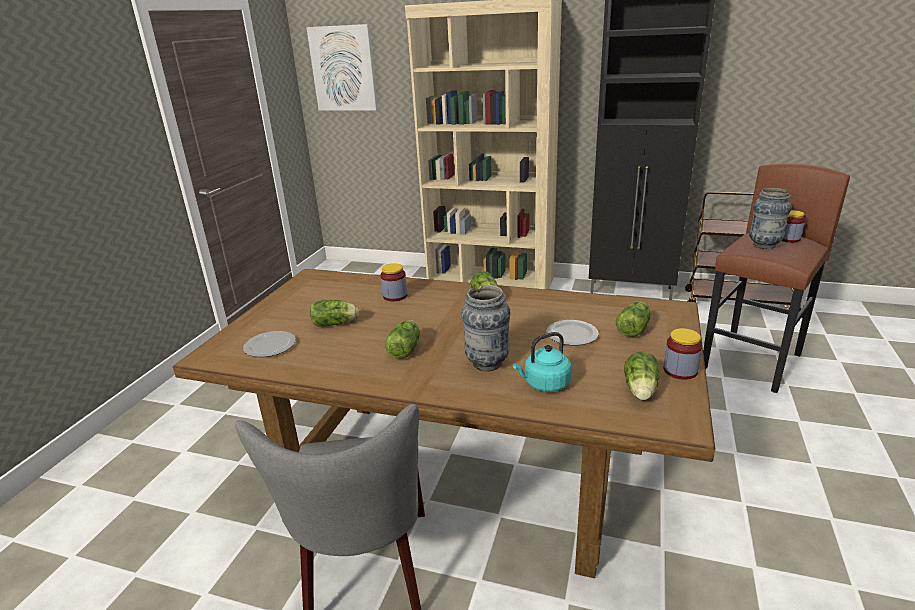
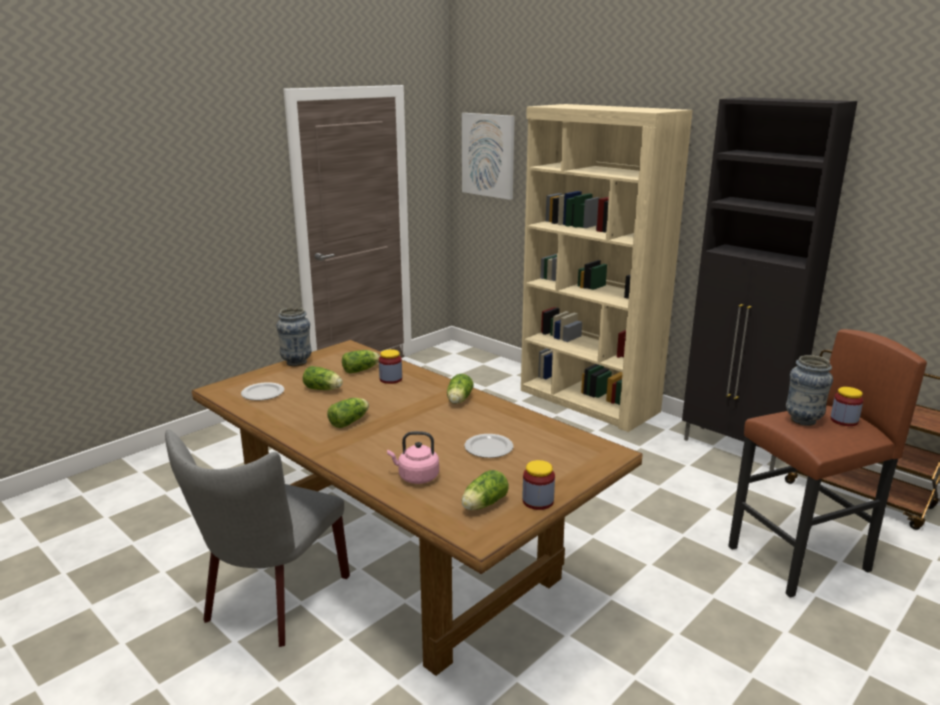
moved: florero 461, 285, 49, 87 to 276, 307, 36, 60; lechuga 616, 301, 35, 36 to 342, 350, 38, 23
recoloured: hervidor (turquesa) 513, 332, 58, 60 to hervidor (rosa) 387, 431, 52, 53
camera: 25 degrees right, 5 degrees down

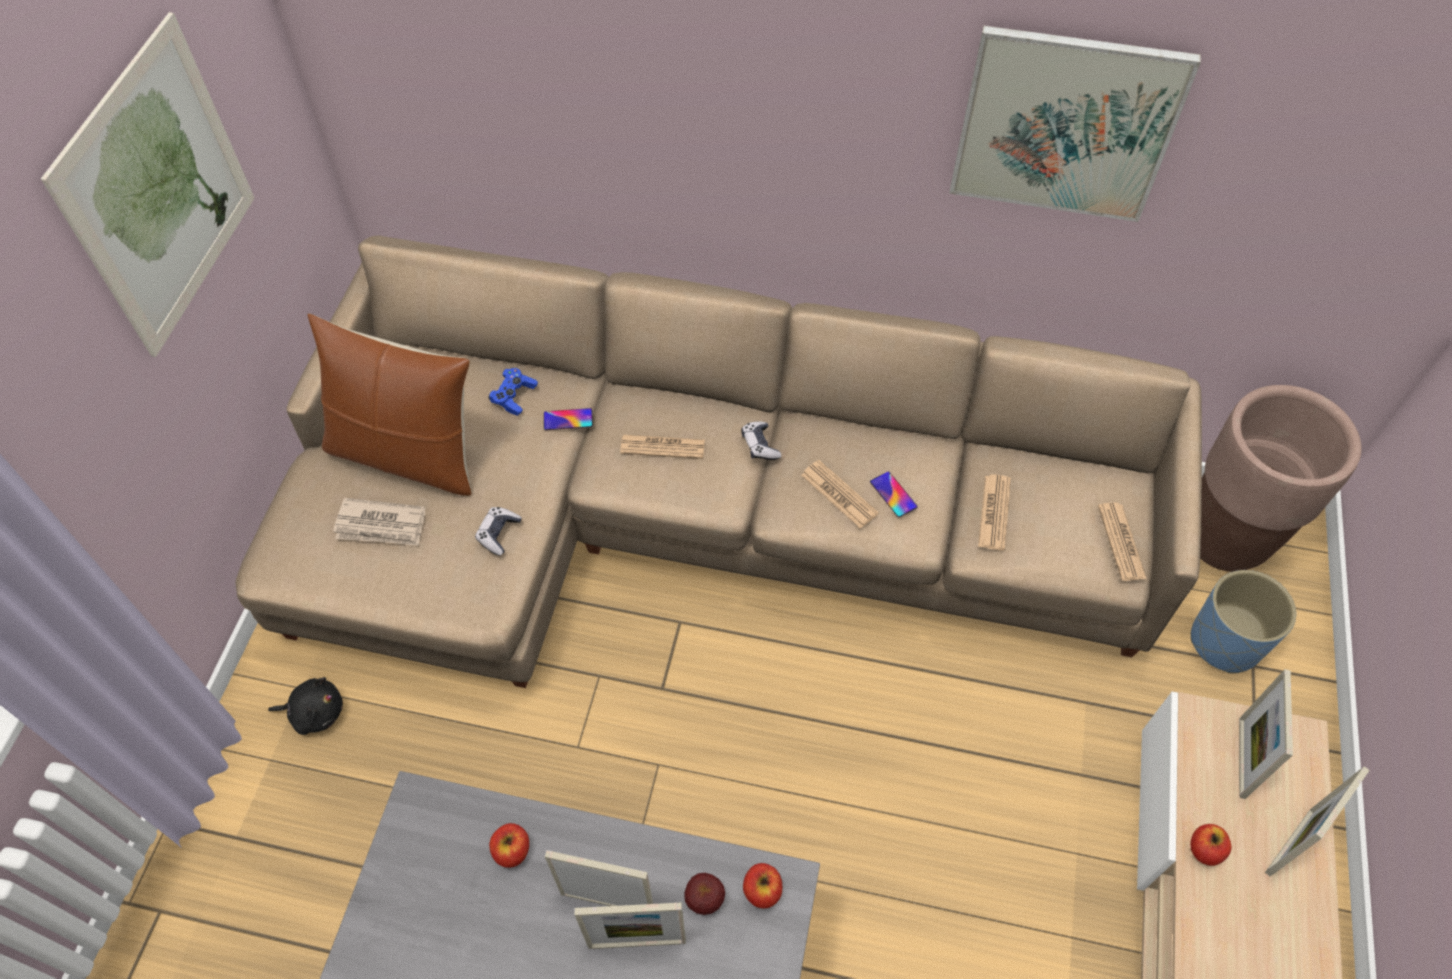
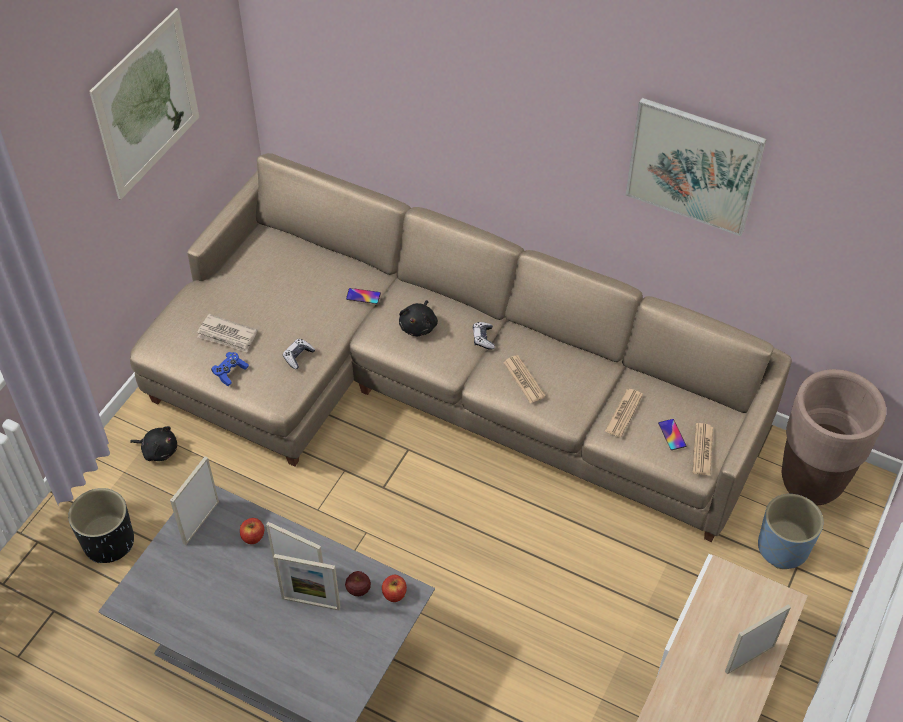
removed: cojín (marrón) 307, 313, 164, 183; manzana 1190, 824, 42, 42
added: maceta (negro) 68, 488, 66, 75
moved: mando de consola (azul) 488, 368, 50, 48 to 211, 352, 38, 34; móvil 870, 472, 48, 45 to 658, 419, 28, 31; portarretratos 1239, 669, 54, 130 to 170, 456, 49, 89
replaced: periódico 620, 435, 85, 24 to peluche (negro) 399, 300, 39, 36
camera: 15 degrees right, 5 degrees down

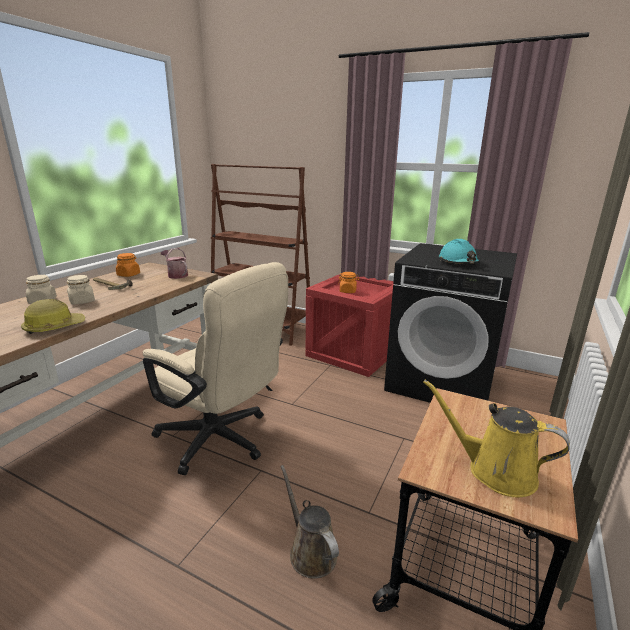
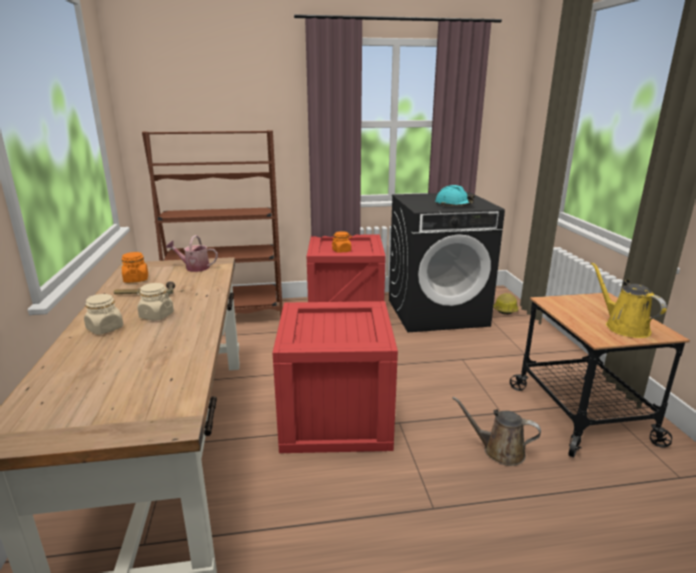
moved: casco 21, 299, 64, 35 to 493, 293, 26, 22
replaced: silla de oficina (beis) 143, 262, 145, 213 to caja de embalaje 273, 301, 125, 152
turned: regadera (amarillo) 423, 380, 147, 117 = 591, 262, 76, 76 75 degrees clockwise
camera: 35 degrees left, 0 degrees up

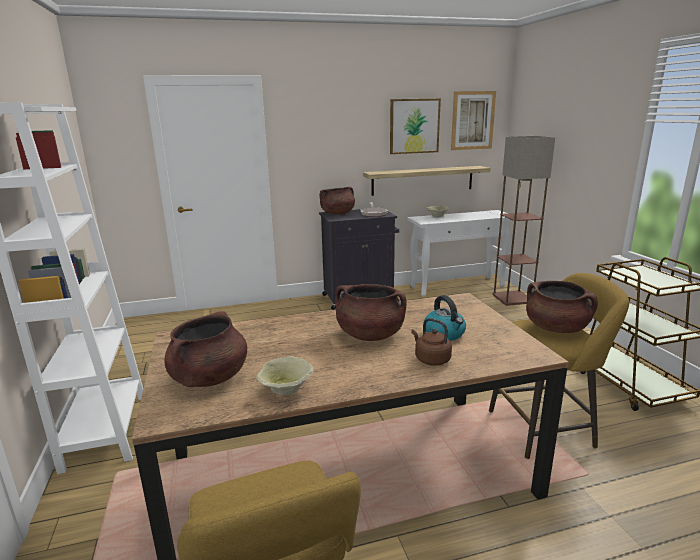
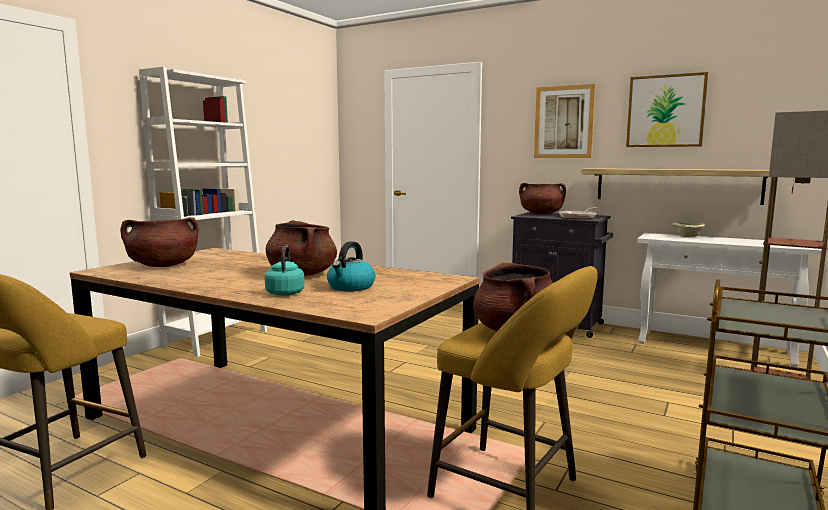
removed: cuenco (beis) 256, 356, 58, 39
moved: cuadro 451, 91, 45, 59 to 534, 84, 62, 74
recoloured: hervidor (marrón) 411, 318, 41, 48 to hervidor (turquesa) 265, 245, 40, 51
camera: 45 degrees right, 10 degrees down

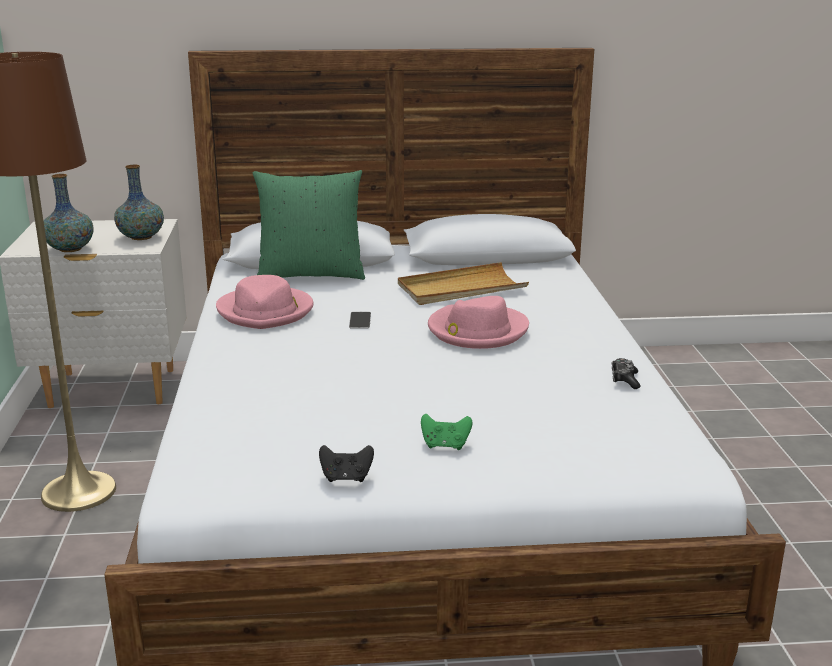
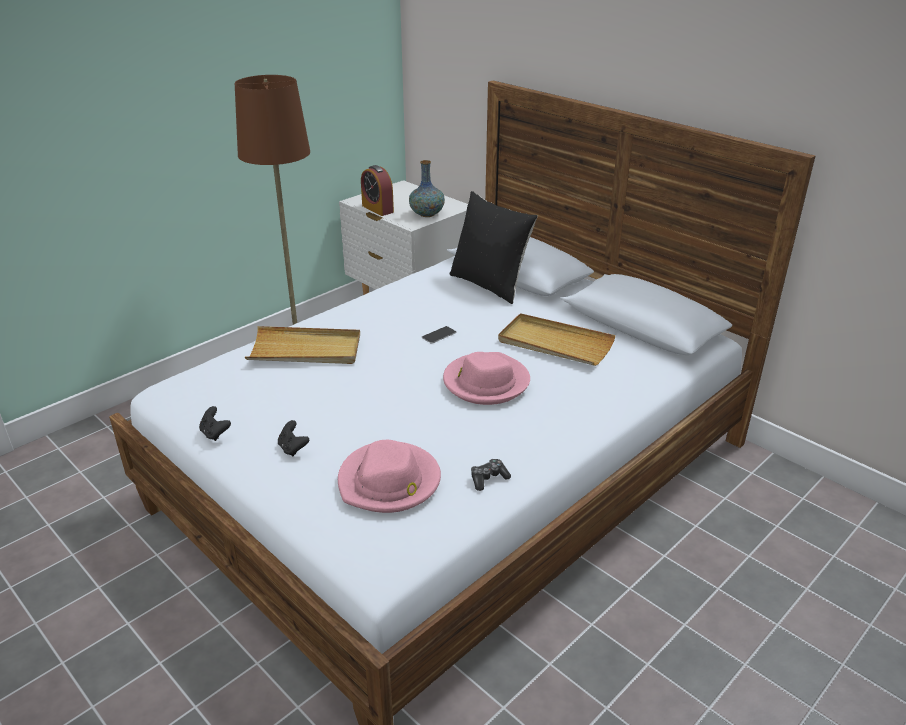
added: bandeja (beis) 245, 326, 115, 38
moved: sombrero (rosa) 216, 275, 97, 54 to 338, 440, 103, 73
replaced: florero 44, 174, 50, 78 to despertador 361, 165, 33, 51
recoloured: cojín (verde) 253, 170, 112, 110 to cojín (negro) 449, 191, 89, 113; mando de consola (verde) 421, 414, 51, 36 to mando de consola (negro) 278, 420, 31, 37
camera: 50 degrees right, 10 degrees up

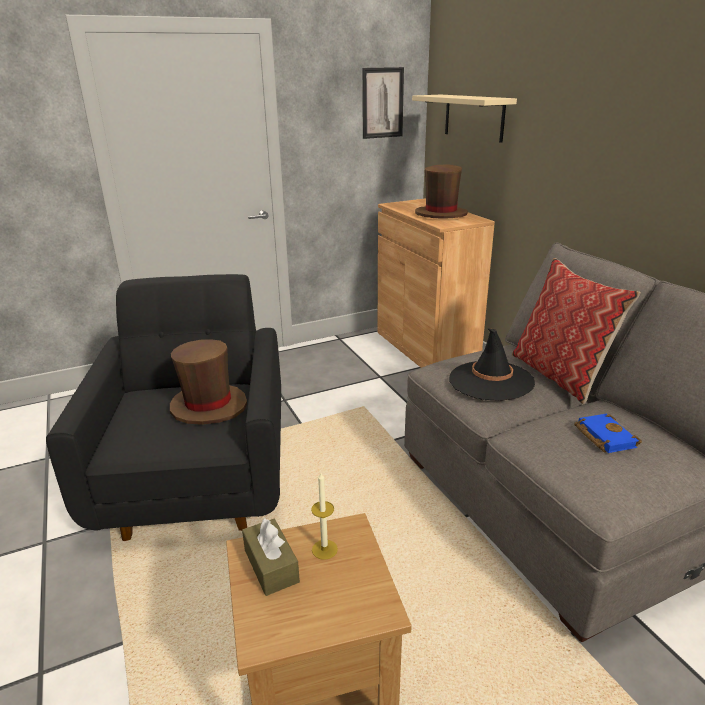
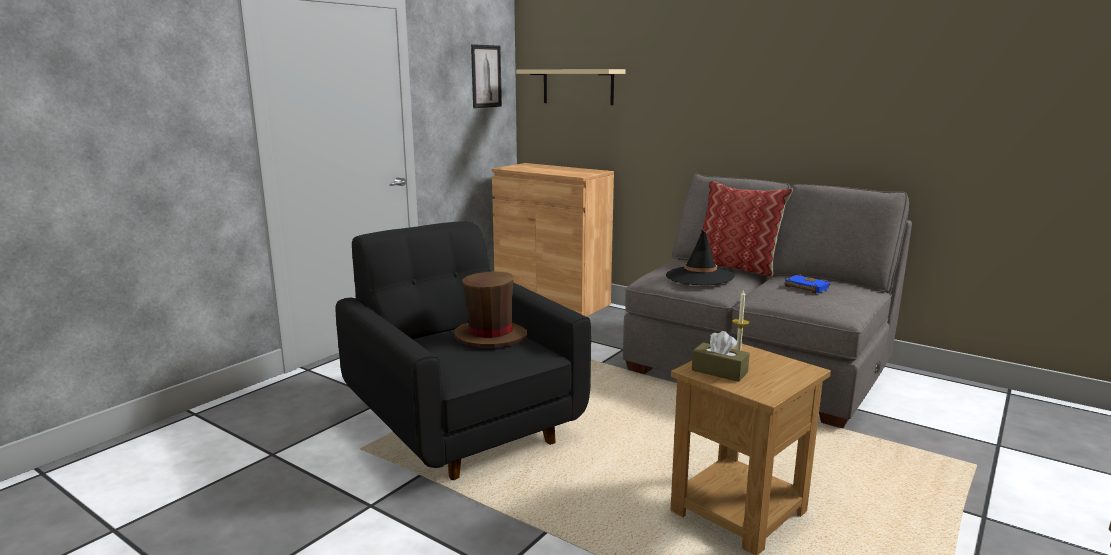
removed: sombrero (marrón) 415, 164, 53, 55
camera: 30 degrees left, 10 degrees down

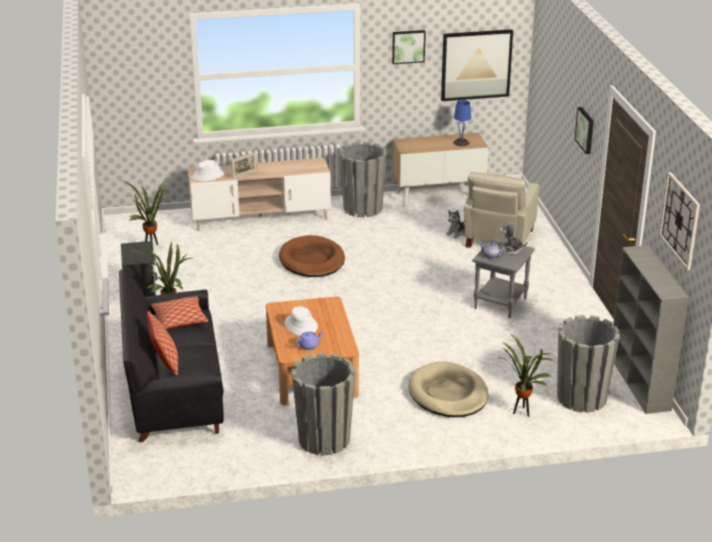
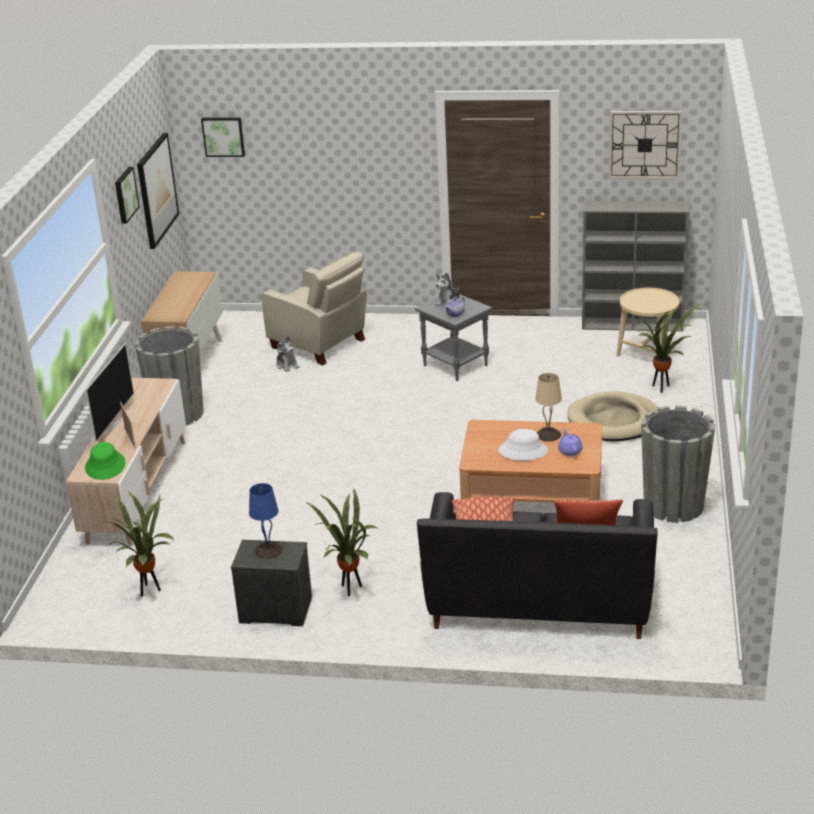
removed: cama para perro (marrón) 279, 235, 66, 42
added: televisor 86, 343, 48, 99; lámpara de mesa (beis) 535, 373, 27, 69
moved: lámpara de mesa (azul) 453, 100, 18, 46 to 249, 483, 33, 76; cuadro 574, 107, 20, 47 to 201, 117, 44, 40
replaced: maceta (gris) 557, 315, 63, 98 to mesa auxiliar (beis) 616, 288, 64, 69
recoloured: sombrero (blanco) 192, 160, 33, 21 to sombrero (verde) 85, 442, 40, 38
camera: 70 degrees left, 0 degrees up

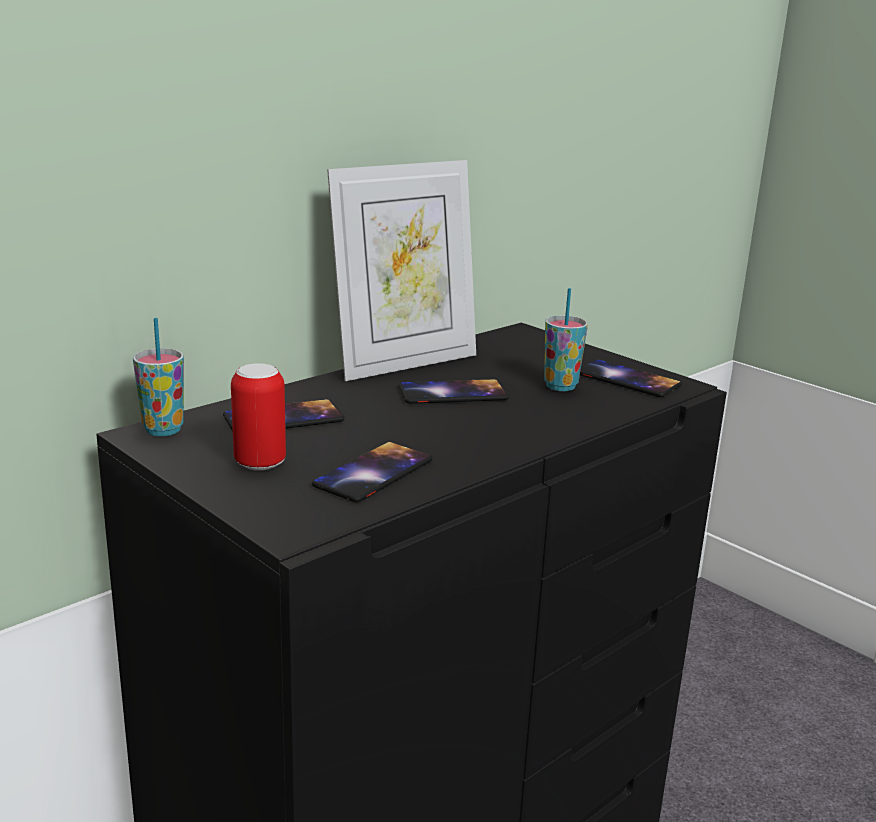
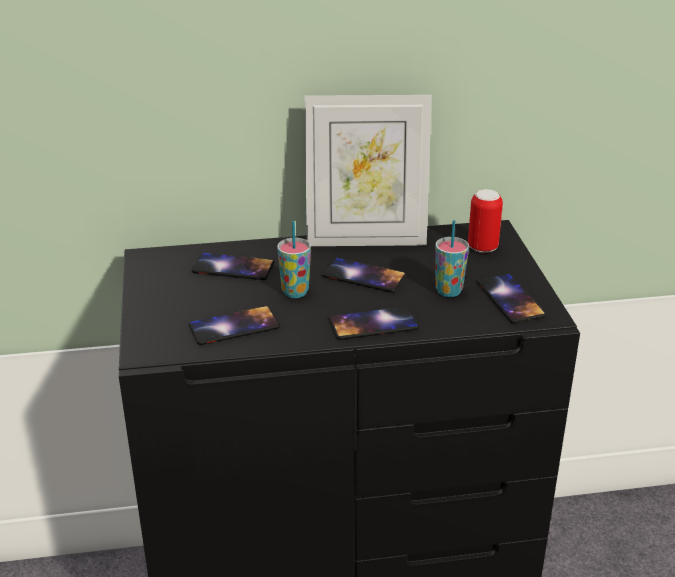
added: móvil 329, 306, 90, 34
moved: taza 133, 318, 51, 118 to 277, 221, 34, 77; lata 231, 363, 55, 108 to 468, 189, 35, 64
camera: 35 degrees right, 10 degrees up

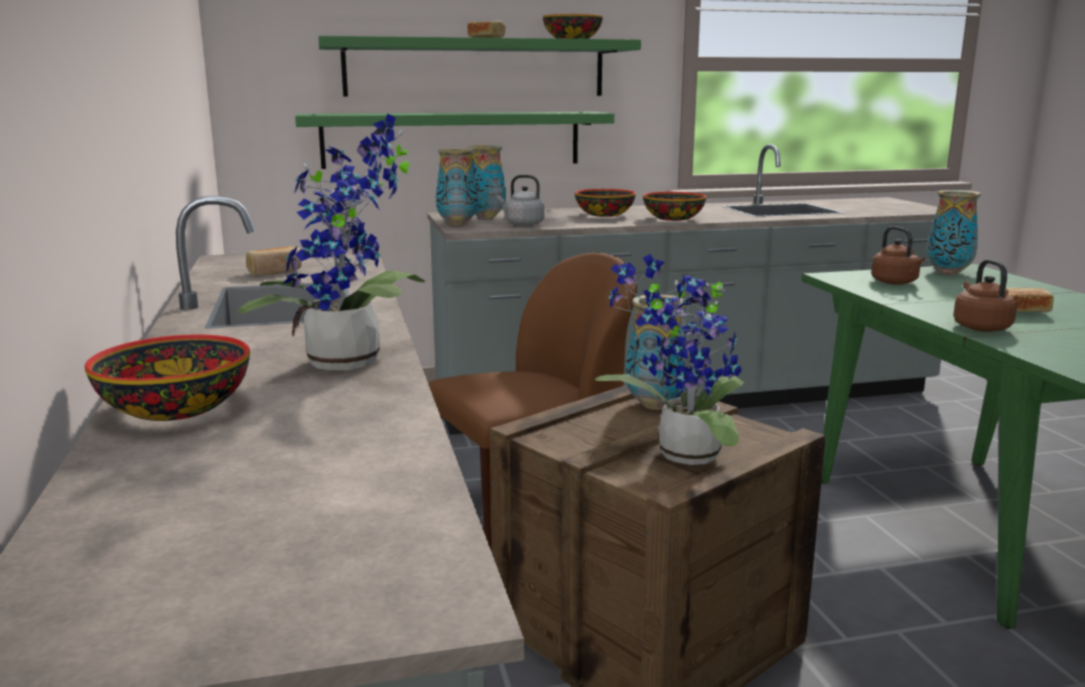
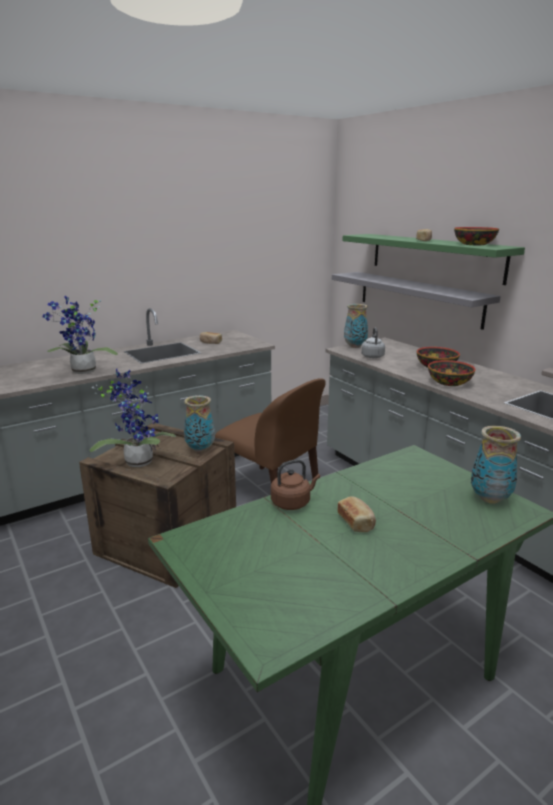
removed: cuenco 85, 334, 165, 87; florero 468, 145, 38, 73; hervidor (marrón) 871, 226, 54, 59
recoloured: estante (verde) 295, 112, 319, 57 to estante (gris) 332, 272, 169, 58
camera: 70 degrees right, 5 degrees up

